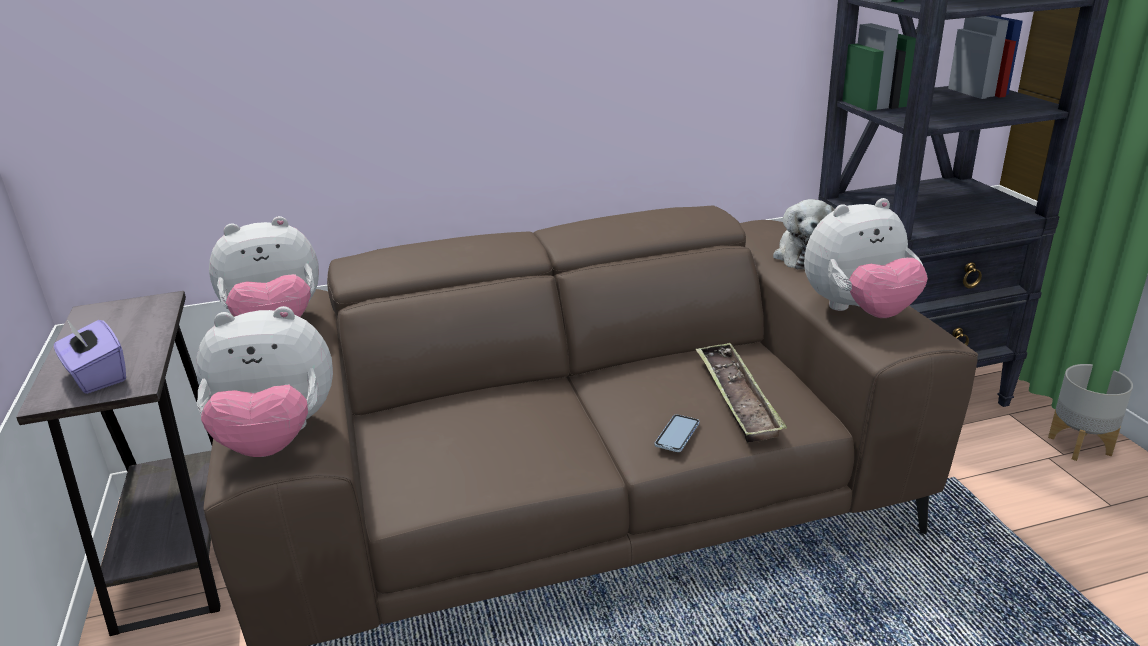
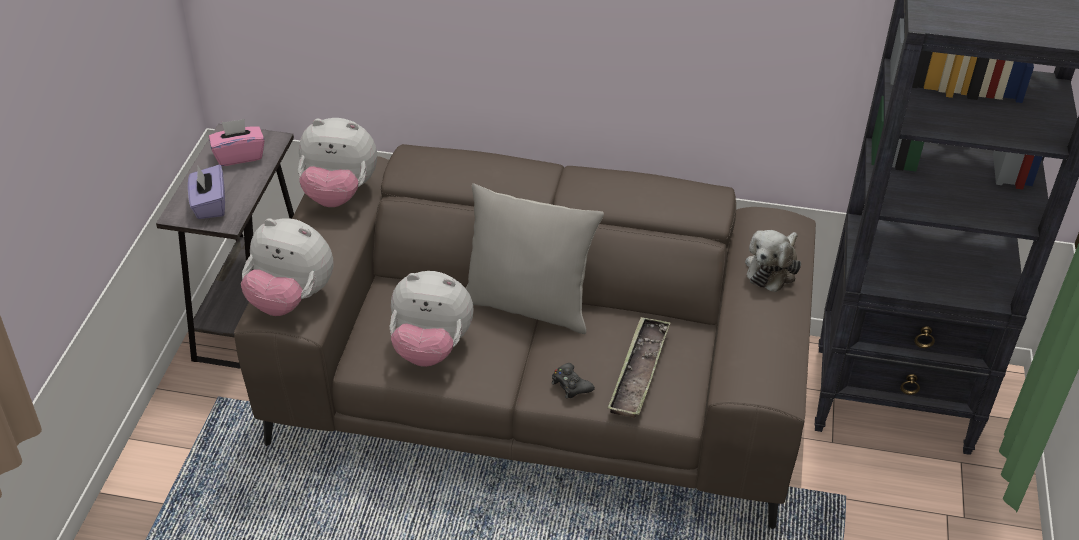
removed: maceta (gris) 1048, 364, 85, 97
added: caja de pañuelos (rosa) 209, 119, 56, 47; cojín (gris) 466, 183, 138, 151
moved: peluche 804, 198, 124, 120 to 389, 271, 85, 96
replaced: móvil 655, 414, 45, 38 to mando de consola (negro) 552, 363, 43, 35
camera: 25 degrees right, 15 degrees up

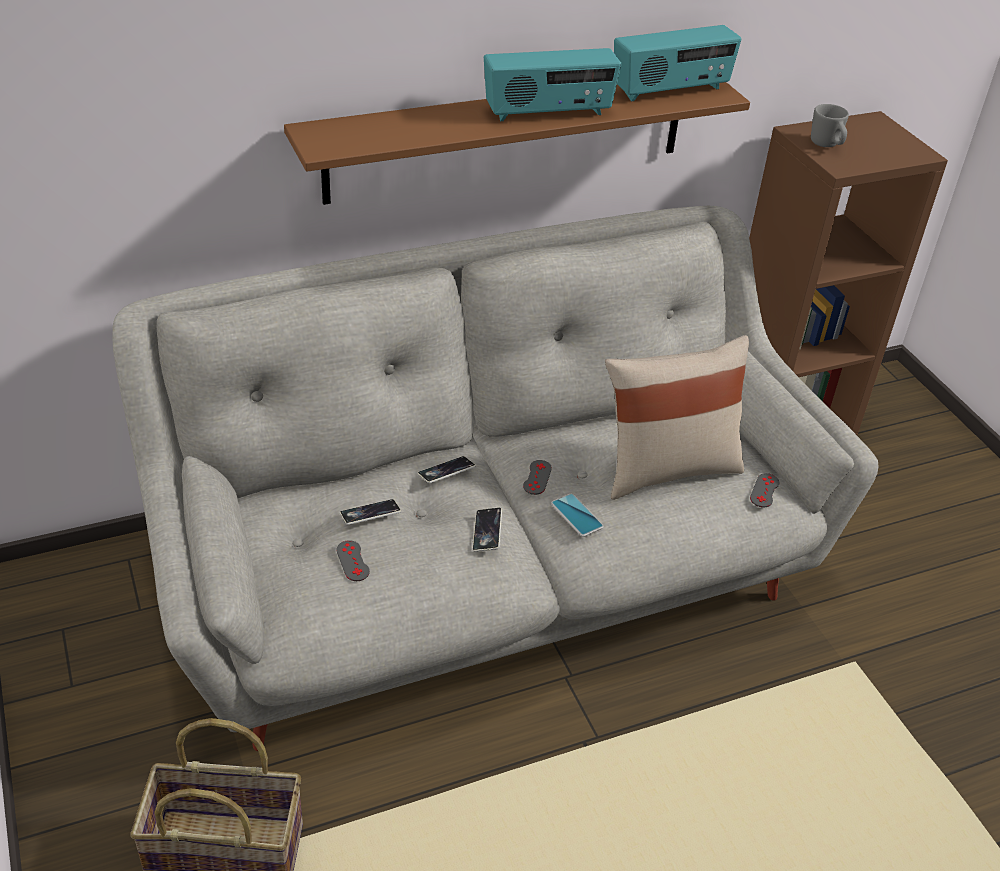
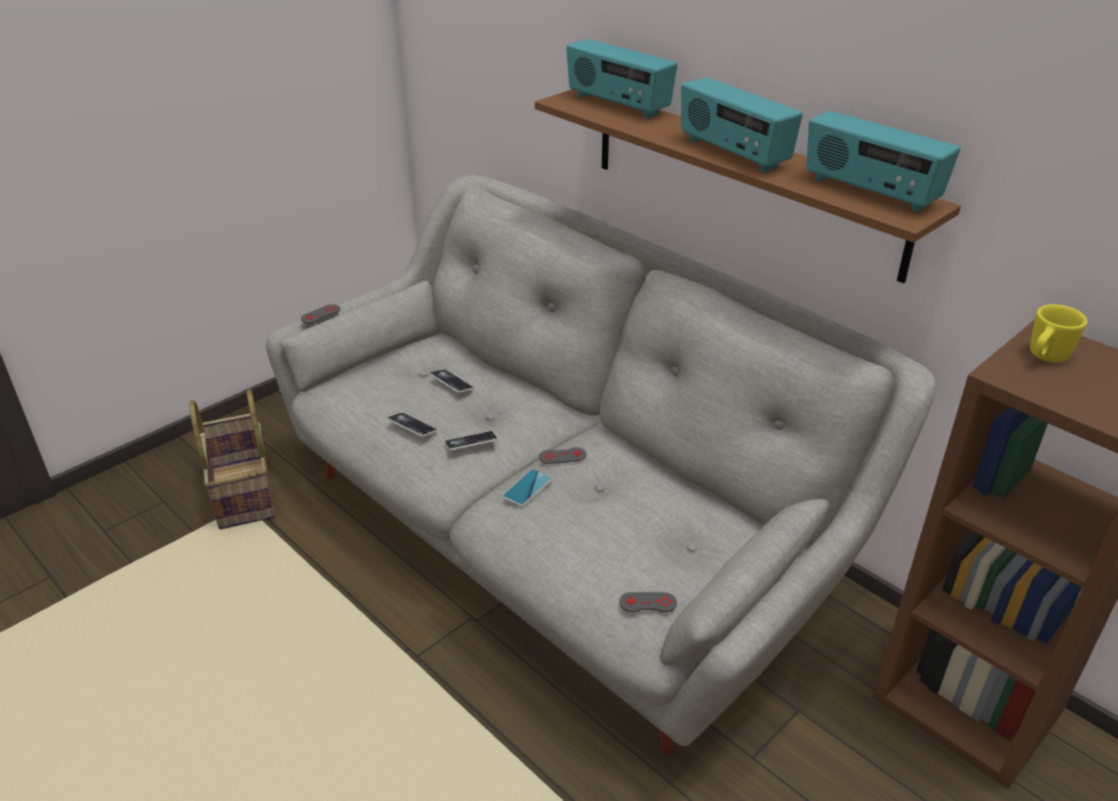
removed: cojín (beis) 605, 335, 144, 165
added: radio 566, 39, 111, 80
moved: mando de consola (gris) 336, 540, 34, 41 to 301, 304, 39, 19; móvil 418, 456, 58, 27 to 387, 412, 50, 25
recoloured: taza grande (gris) 811, 104, 38, 43 to taza grande (amarillo) 1030, 304, 57, 59
camera: 70 degrees right, 5 degrees down

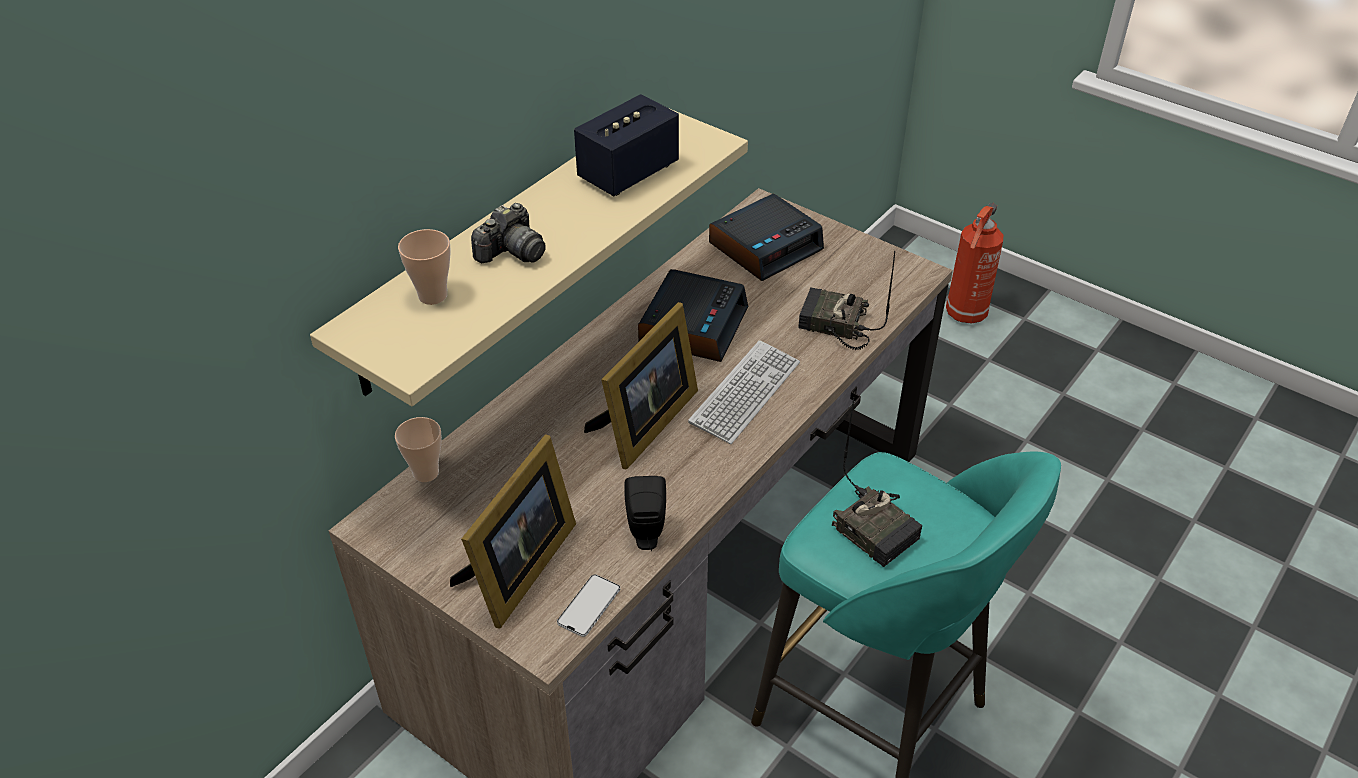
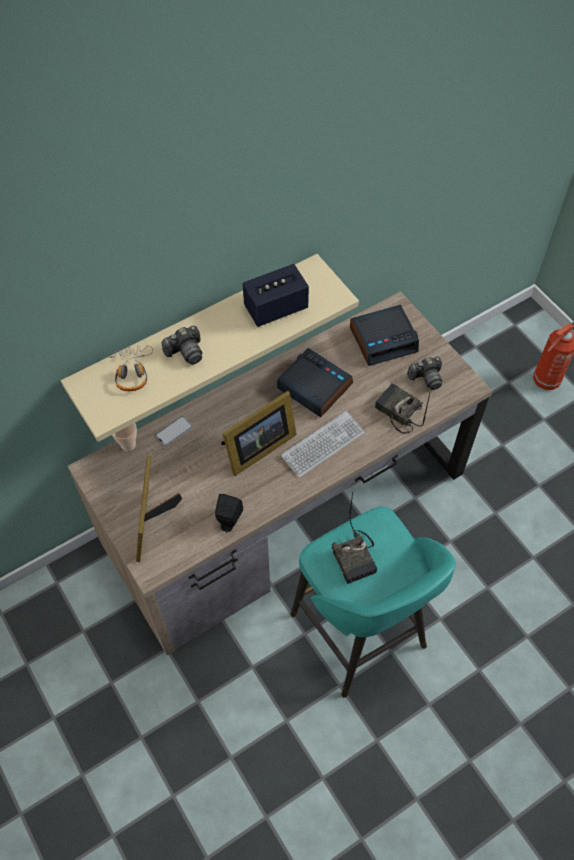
added: cámara 407, 357, 35, 33
moved: móvil 557, 574, 63, 63 to 155, 416, 38, 30
replaced: taza 398, 229, 53, 76 to auriculares 108, 345, 45, 46
turned: portarretratos 450, 434, 126, 195 = 136, 456, 46, 106 135 degrees clockwise; despertador 638, 269, 110, 93 = 277, 348, 76, 69 90 degrees counterclockwise
camera: 20 degrees right, 15 degrees up

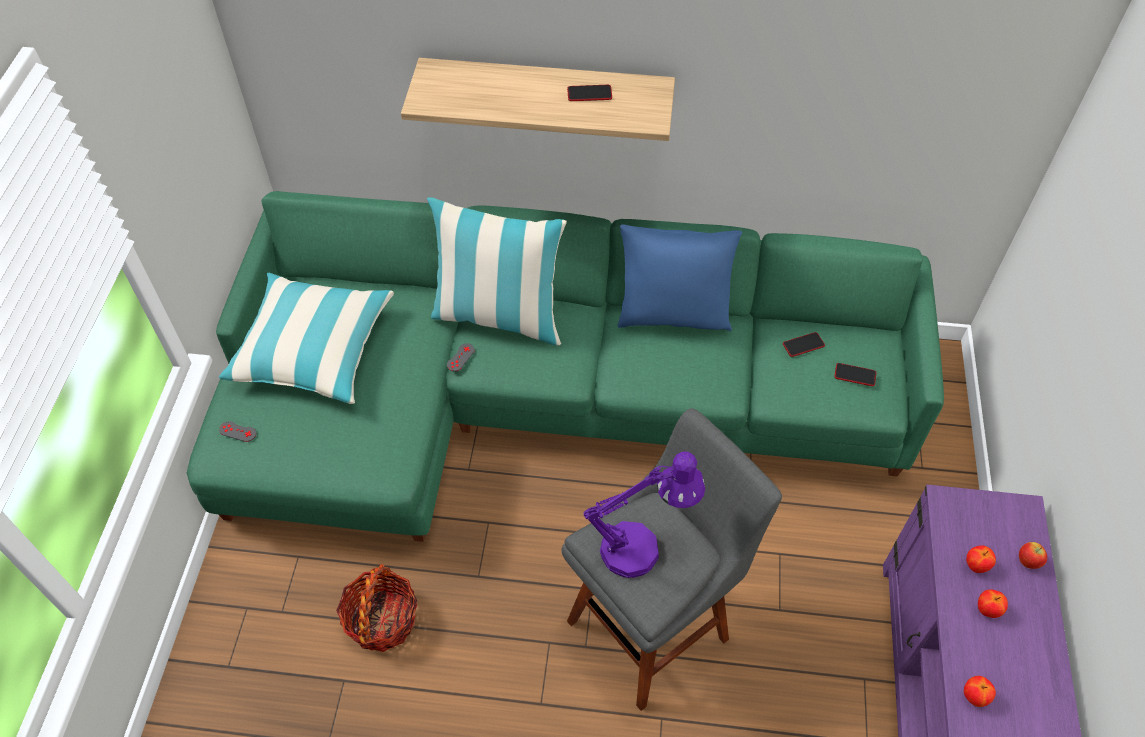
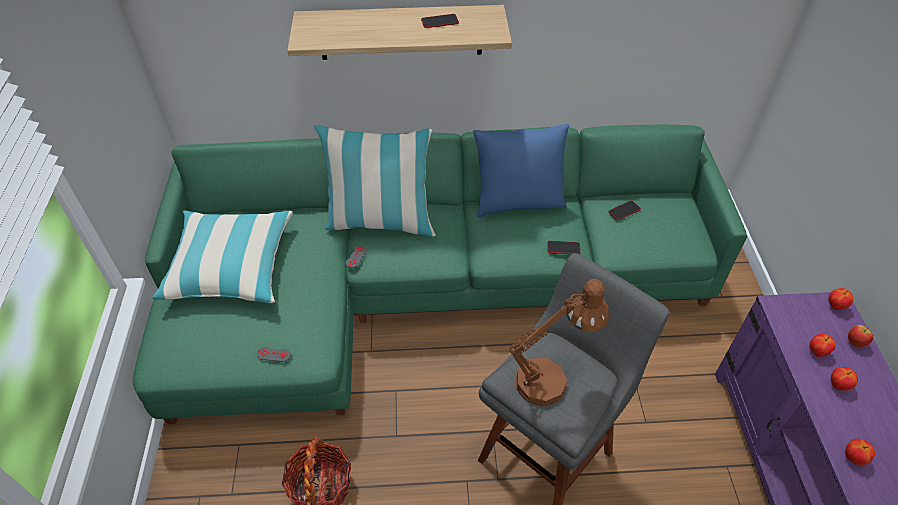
added: manzana 828, 288, 25, 22
moved: mando de consola (gris) 219, 421, 37, 21 to 257, 347, 34, 15; móvil 835, 363, 41, 23 to 547, 241, 33, 13
recoloured: lámpara de mesa (morado) 584, 452, 121, 126 to lámpara de mesa (marrón) 509, 279, 100, 127
camera: 10 degrees left, 5 degrees down

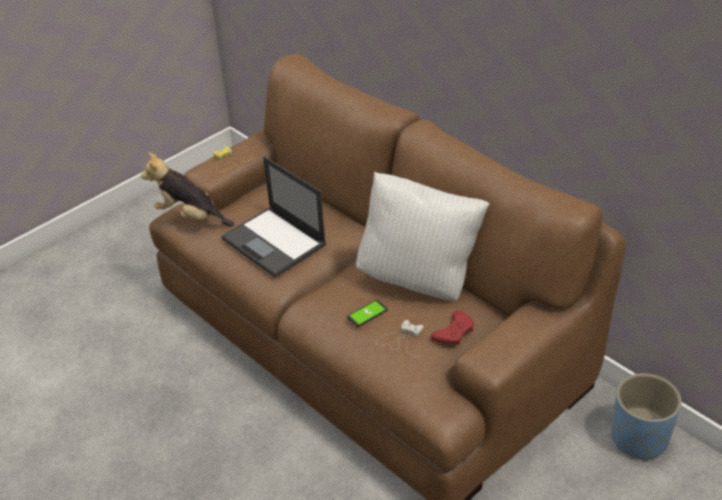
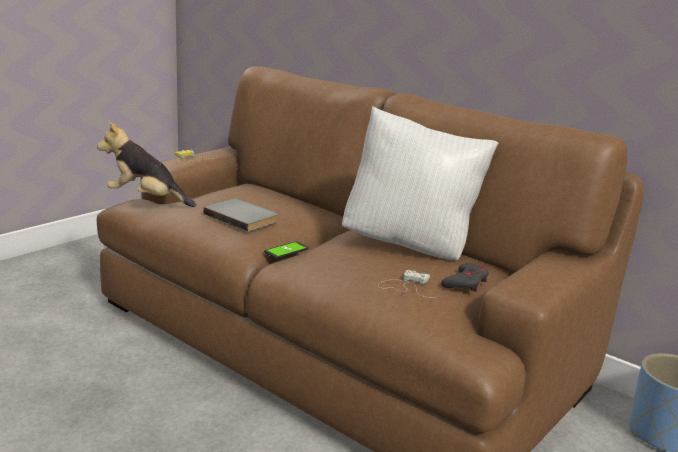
moved: móvil 347, 300, 41, 27 to 264, 242, 45, 17
replaced: portátil 221, 156, 105, 121 to libro (gris) 203, 198, 75, 34
recoloured: mando de consola (rojo) 431, 311, 43, 34 to mando de consola (gris) 441, 263, 48, 29
camera: 10 degrees left, 20 degrees down

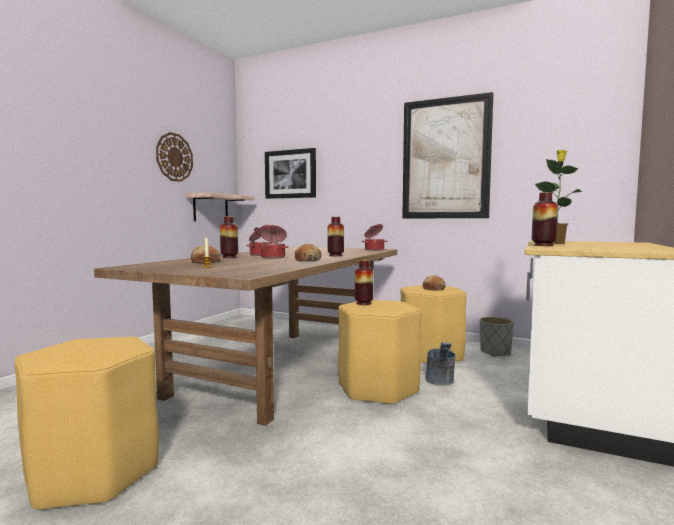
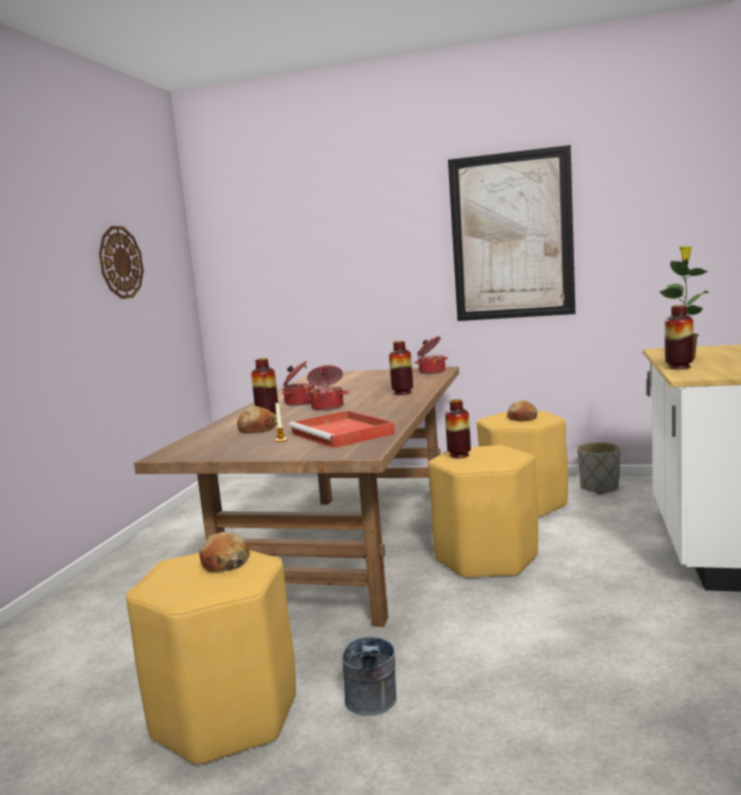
removed: estante 186, 193, 68, 28; cuadro 265, 148, 51, 51
added: bandeja (rojo) 289, 410, 106, 39
moved: pan 295, 244, 26, 17 to 199, 532, 51, 40; cubo (gris) 426, 342, 30, 44 to 342, 637, 55, 79
camera: 10 degrees left, 5 degrees up

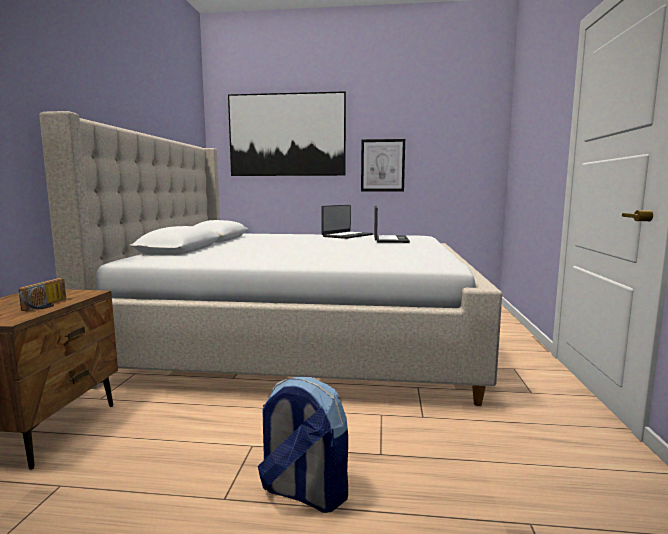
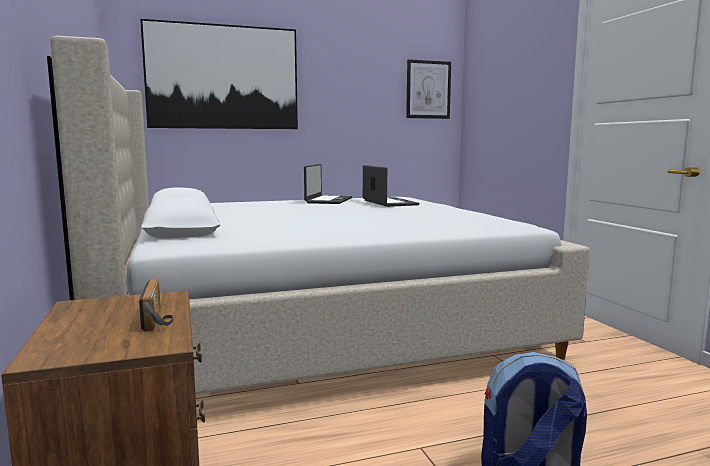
moved: cuadro 361, 139, 44, 53 to 406, 59, 45, 60
camera: 25 degrees left, 0 degrees up

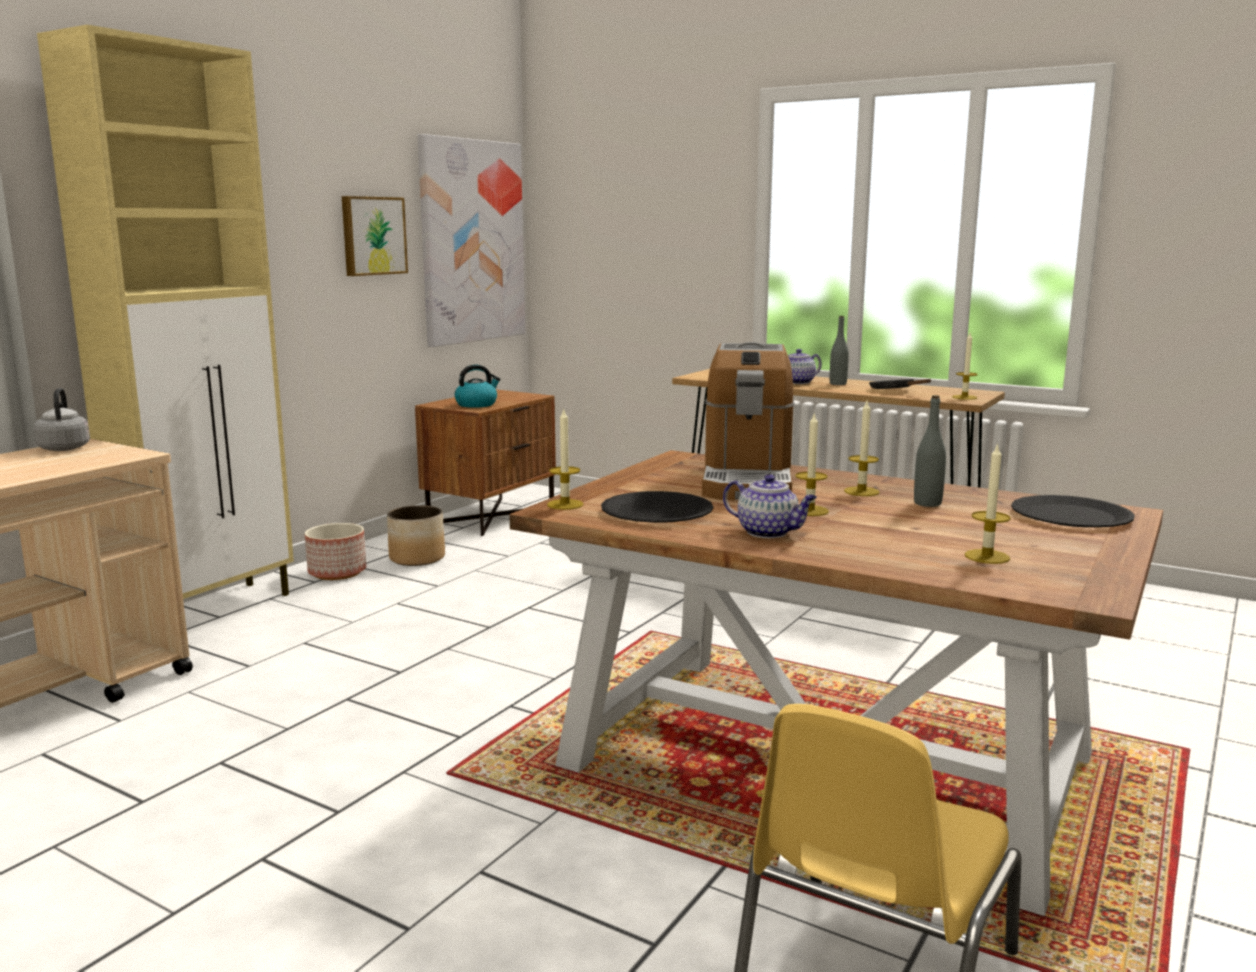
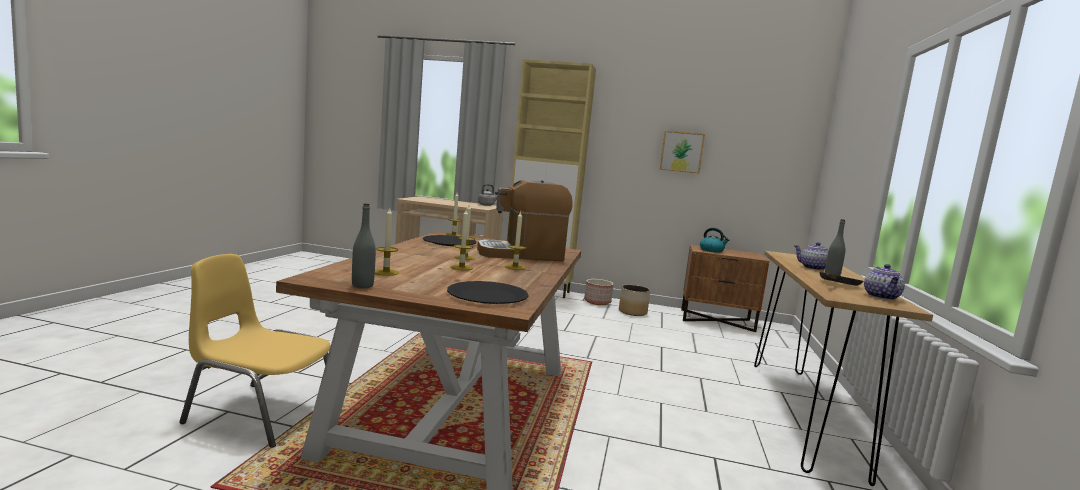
removed: cuadro 417, 134, 108, 213
moved: tetera 723, 474, 94, 64 to 864, 264, 41, 36; botella (gris) 914, 395, 32, 112 to 352, 203, 24, 85; vela 952, 333, 25, 67 to 451, 209, 22, 61
camera: 70 degrees right, 5 degrees down

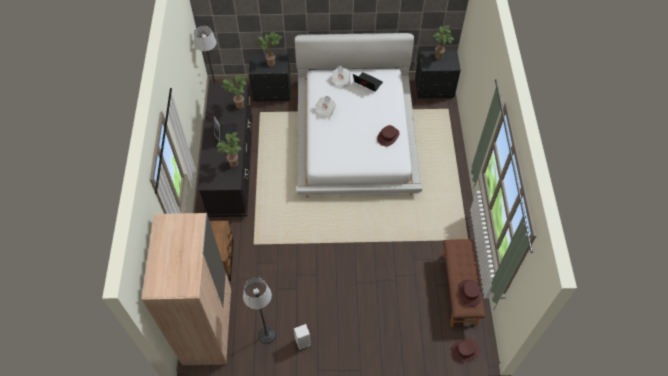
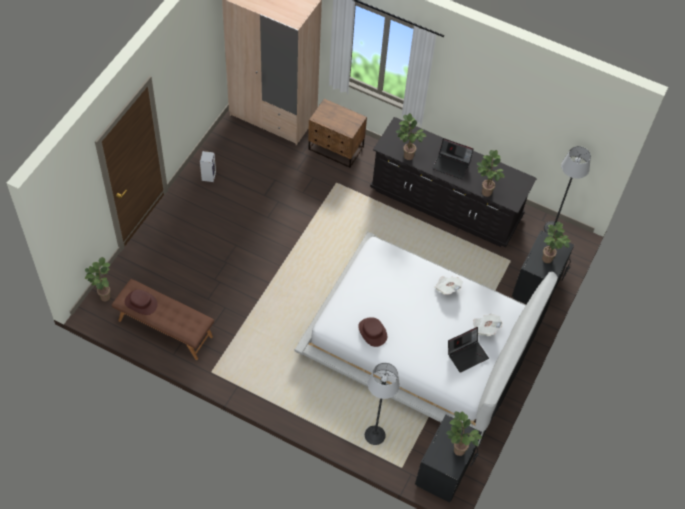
moved: lámpara de pie 243, 277, 33, 67 to 365, 363, 35, 82
replaced: sombrero (marrón) 451, 339, 29, 23 to planta en maceta 85, 257, 26, 44
camera: 115 degrees right, 0 degrees up

